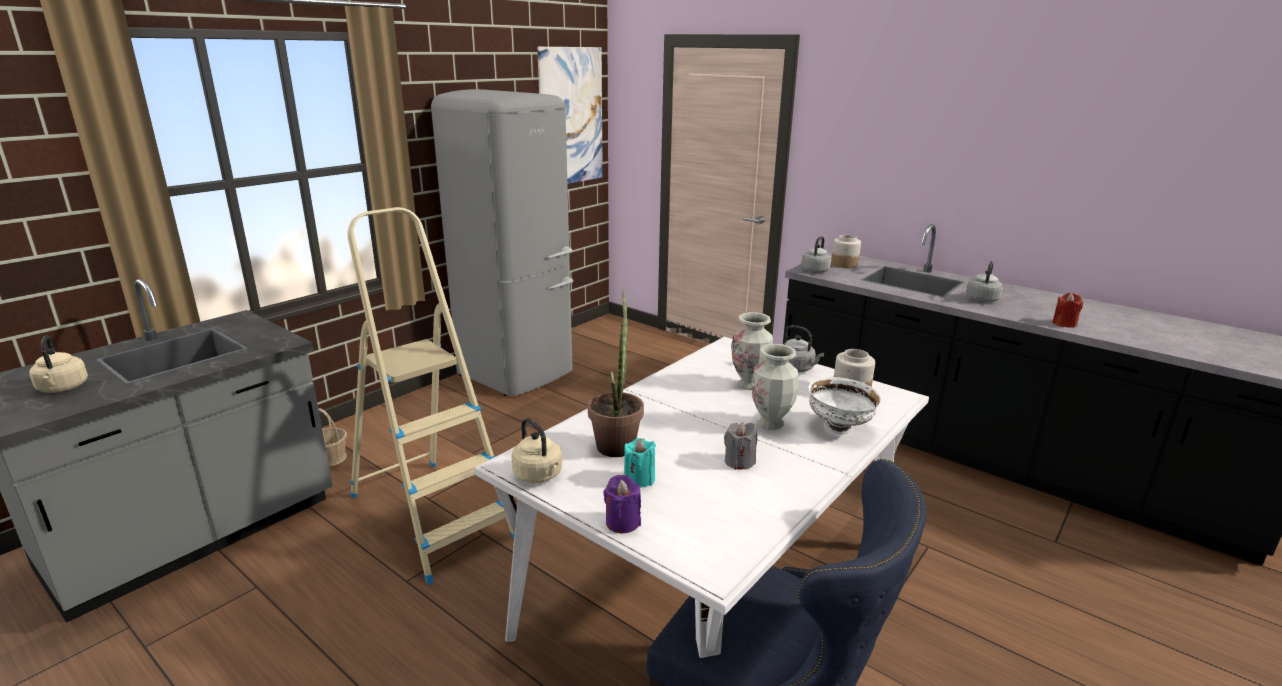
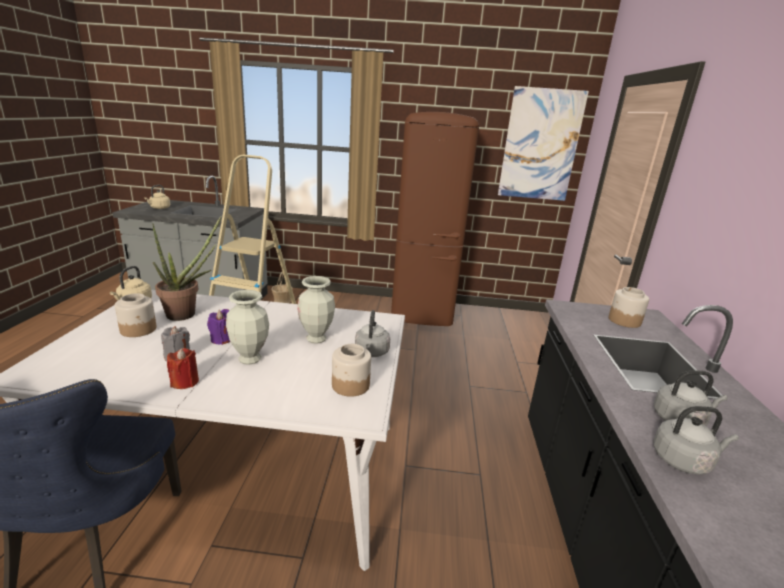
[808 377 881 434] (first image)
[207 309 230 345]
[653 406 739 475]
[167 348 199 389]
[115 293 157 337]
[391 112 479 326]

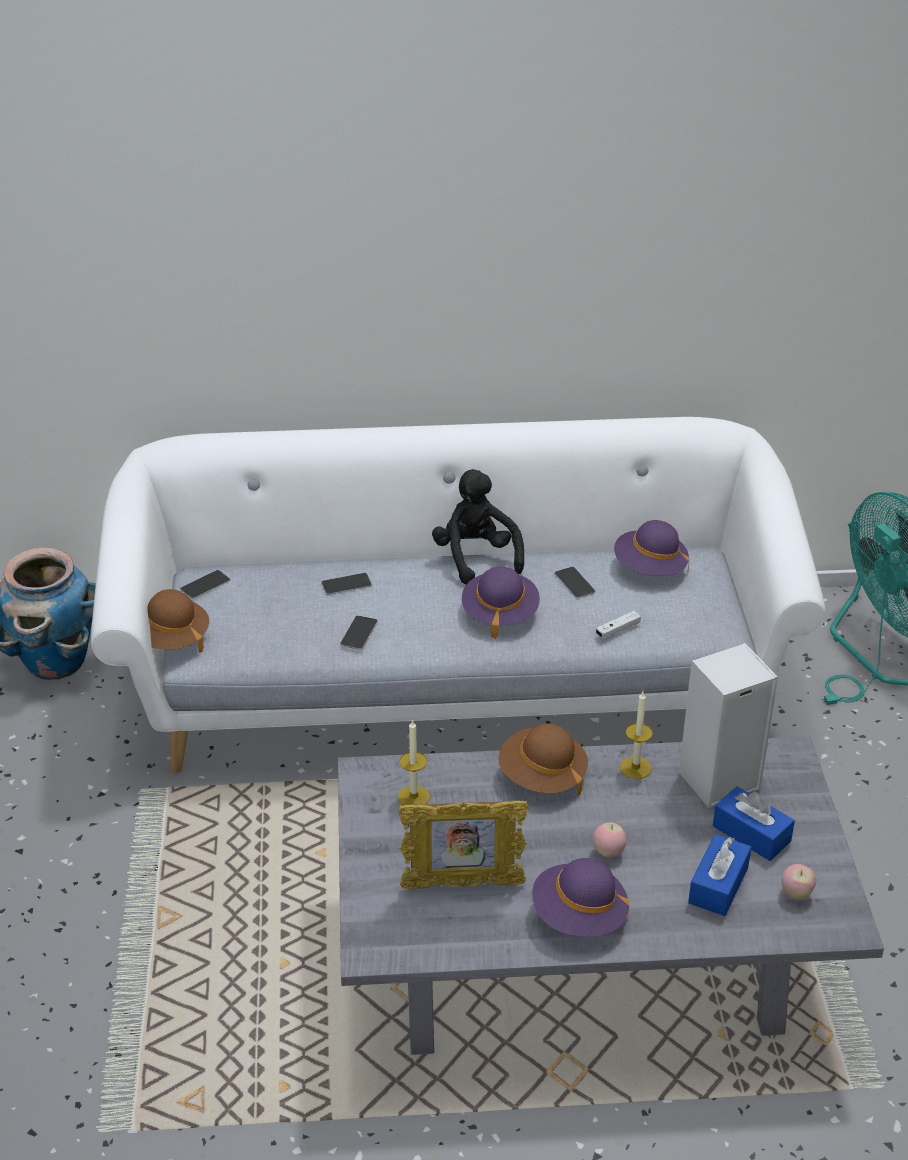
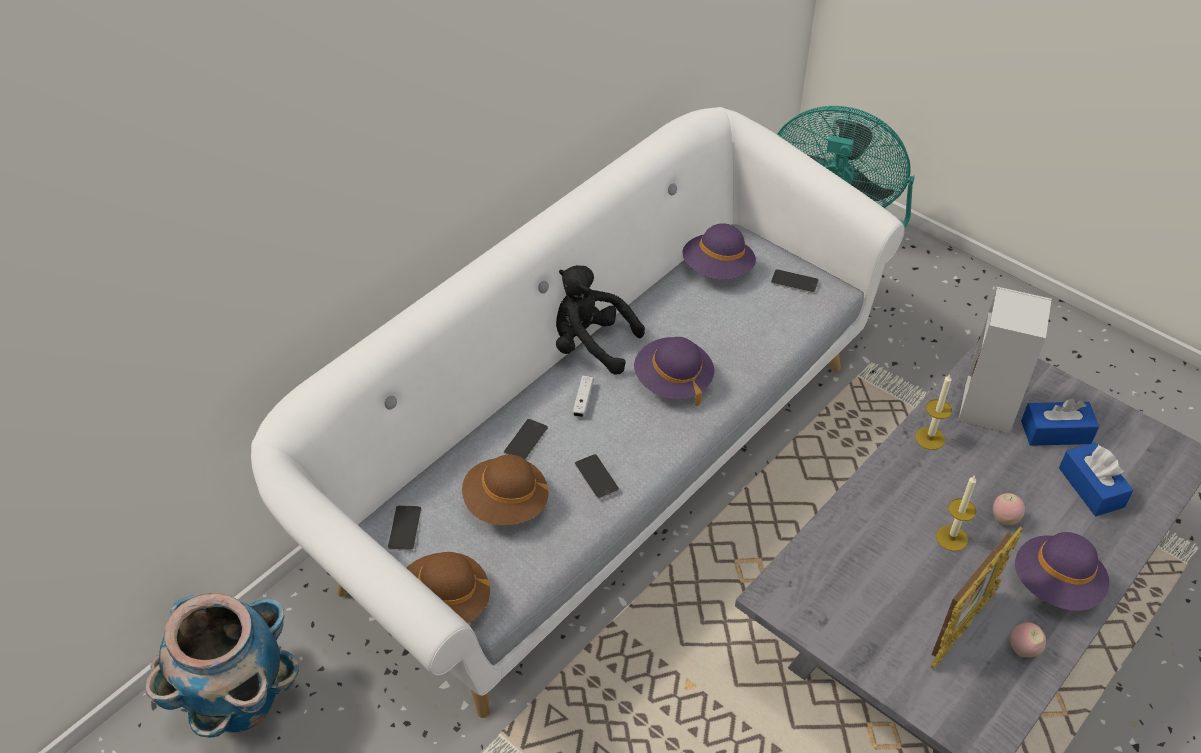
[936 475 976 551]
[462 455 549 525]
[771 269 819 293]
[573 376 593 417]
[1010 623 1046 657]

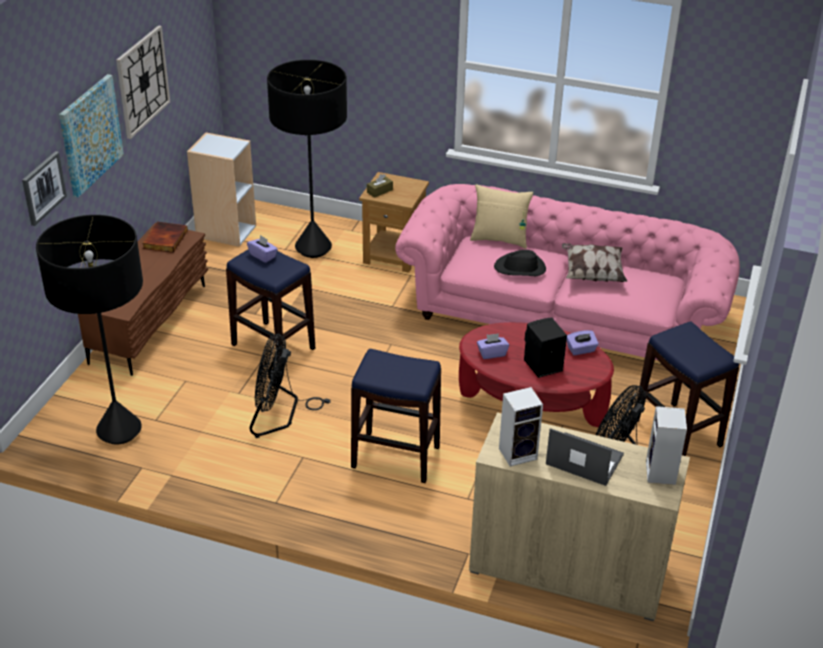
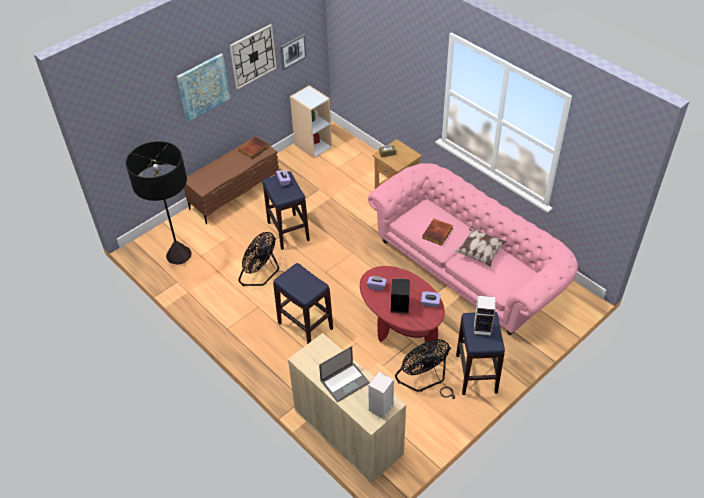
[267 60 347 258] (first image)
[470 184 533 249] (first image)
[280 34 307 70]
[474 296 495 336]
[422 219 453 246]
[319 346 370 402]

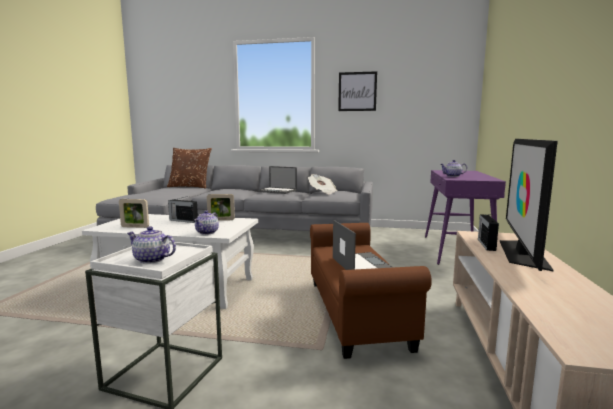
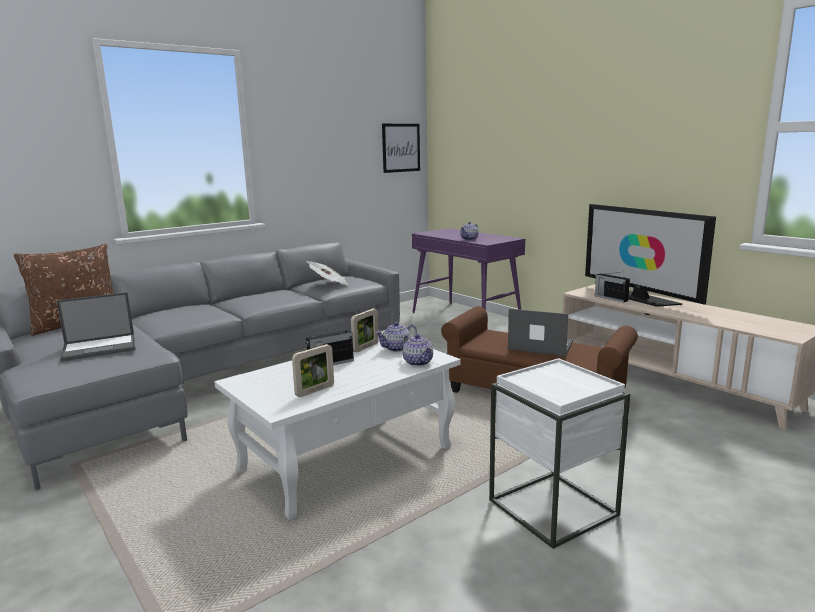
[376 322 417 352]
[56 292 136 362]
[382 124 420 173]

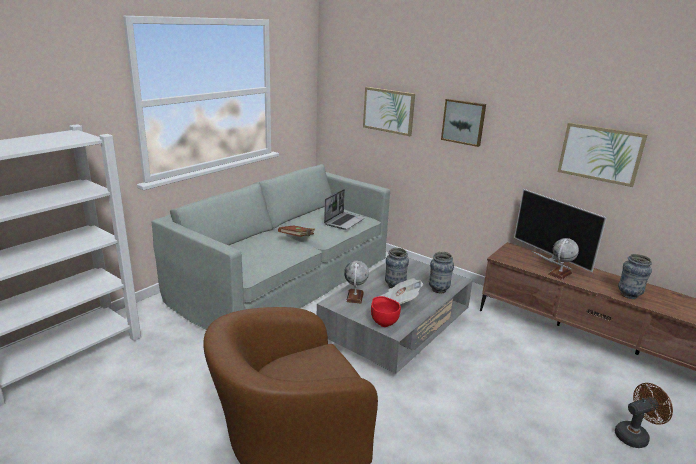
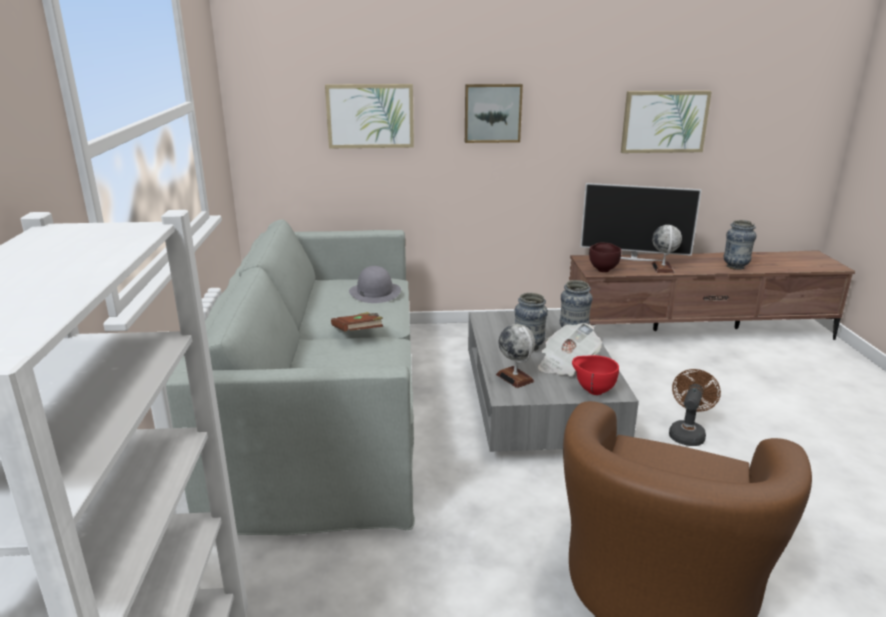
[589 243 622 272]
[669 369 721 446]
[349 266 401 303]

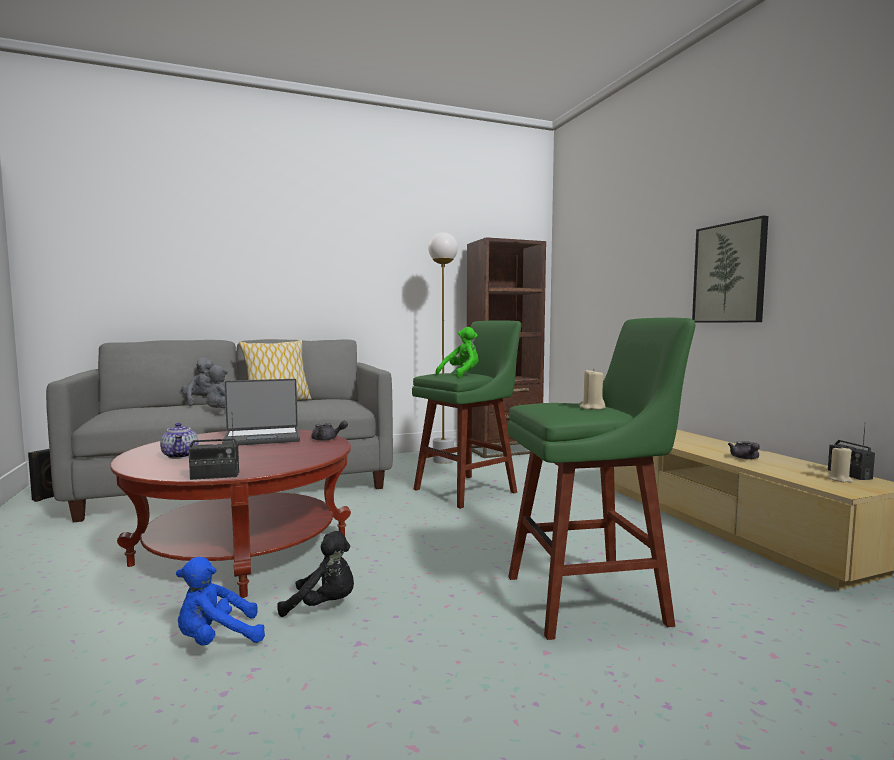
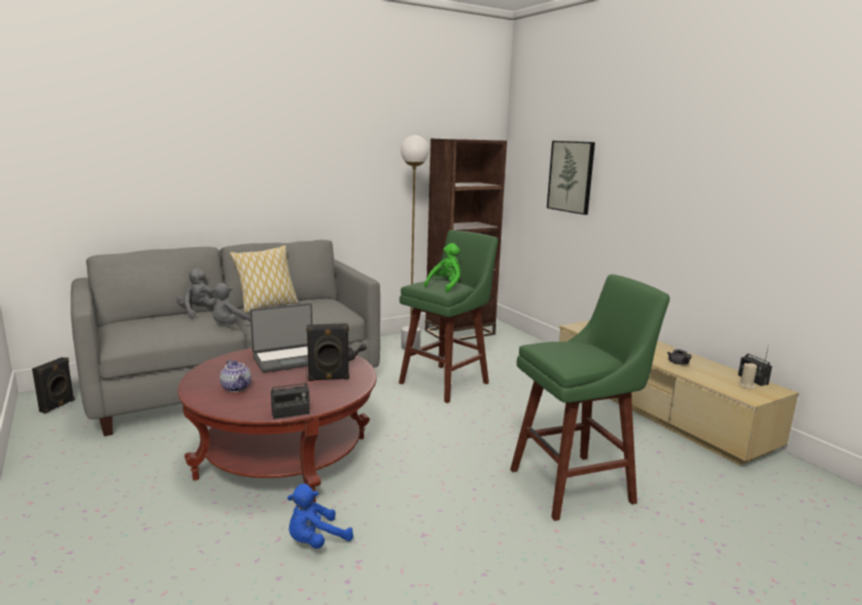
[277 531 354 617] (first image)
[580 368 606 409] (first image)
[306 323 349 381]
[547 141 595 215]

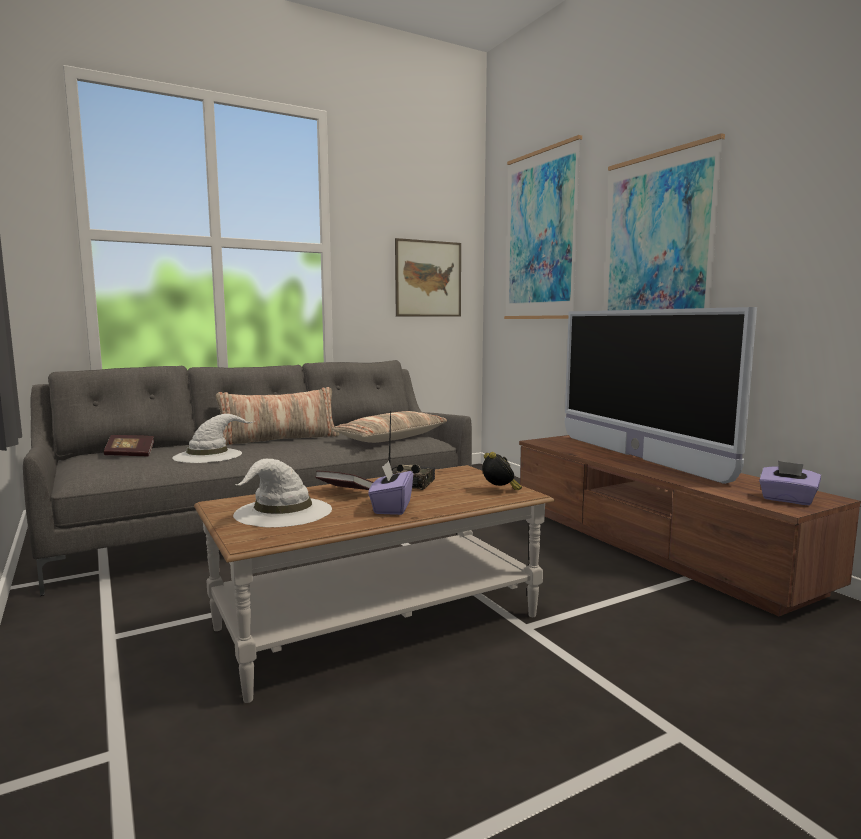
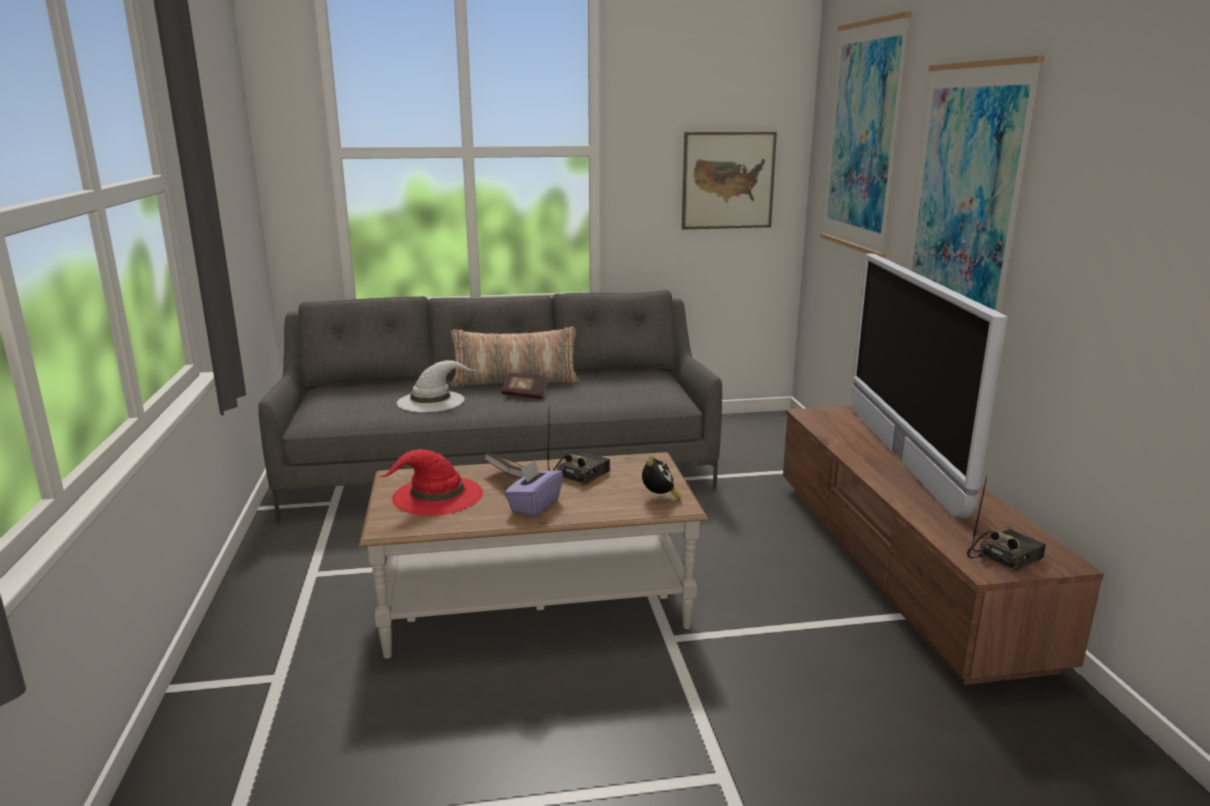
[332 411 447 443] (first image)
[502 373 548 399]
[967 476 1046 572]
[379 449 483 515]

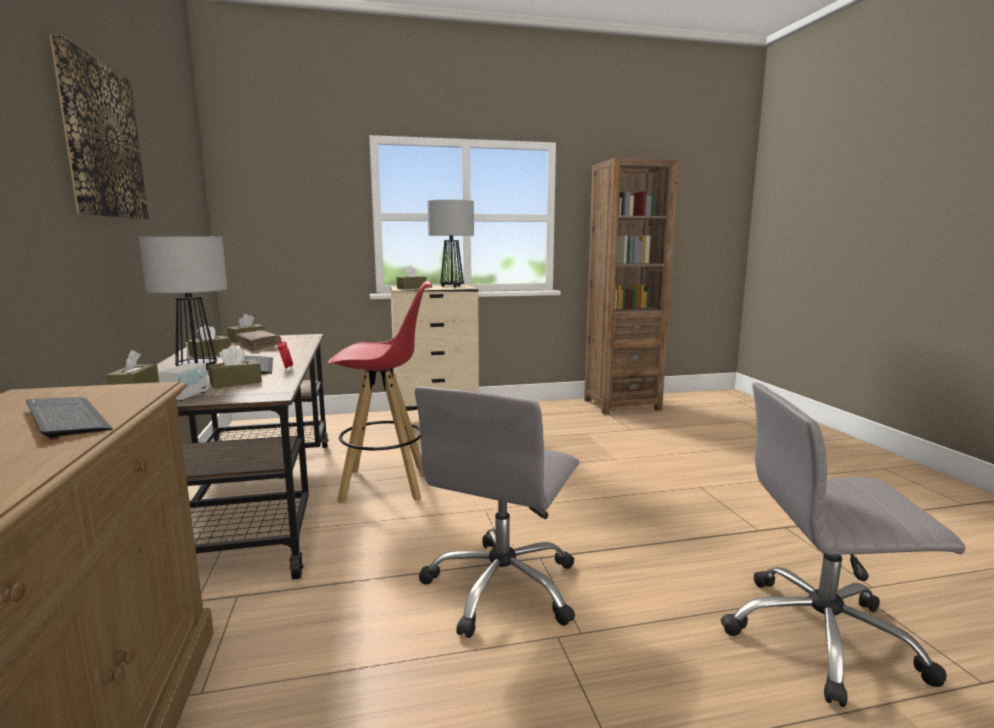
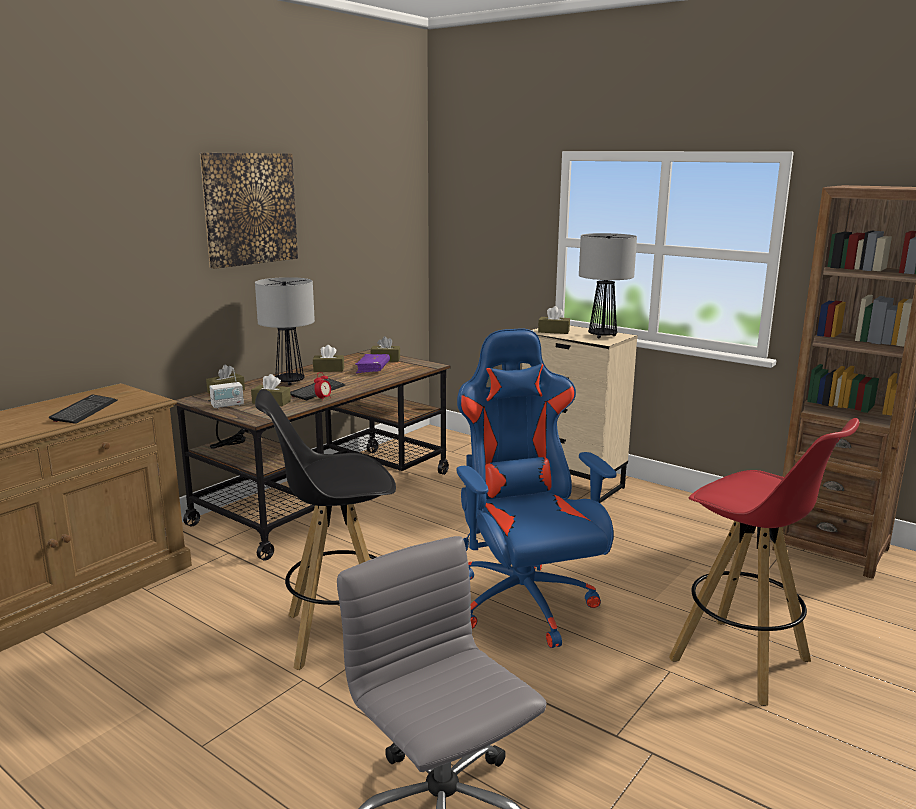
[457 328 616 648]
[669 418 859 706]
[255 389 396 670]
[355 354 390 373]

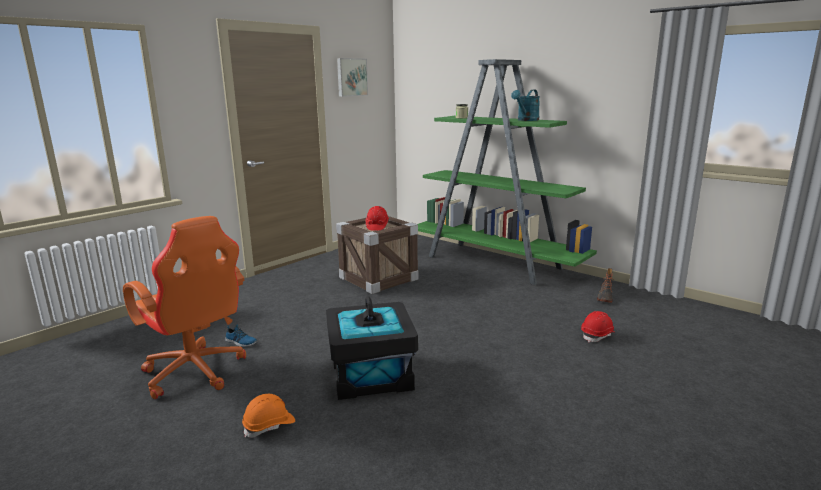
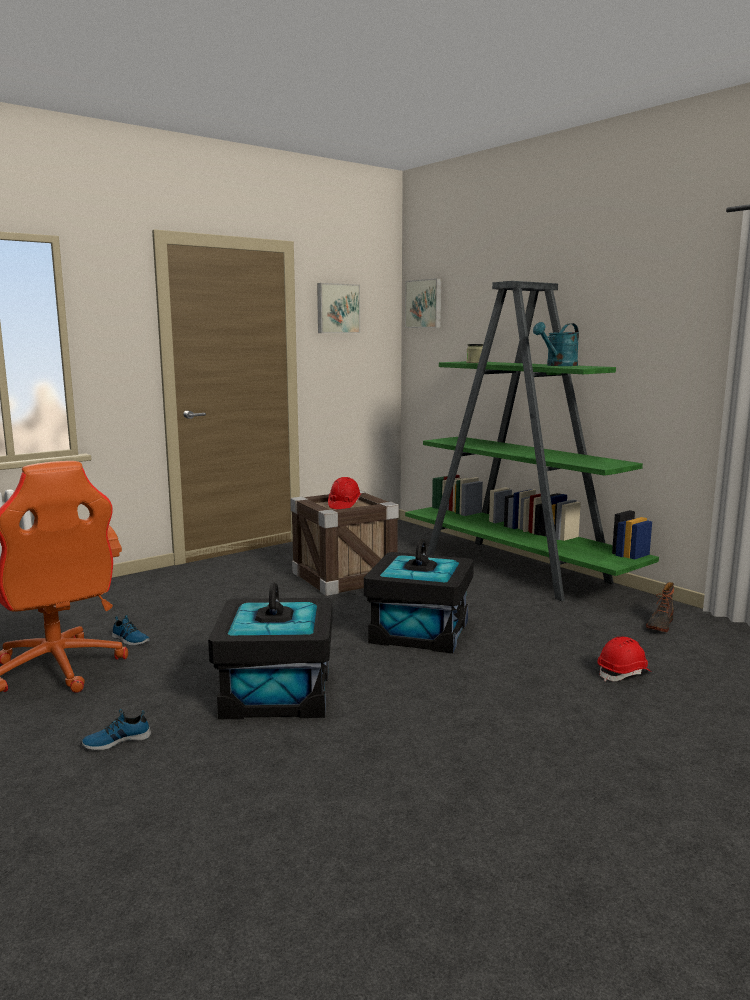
[364 539 474 653]
[405 278 441 328]
[82 709 151 750]

